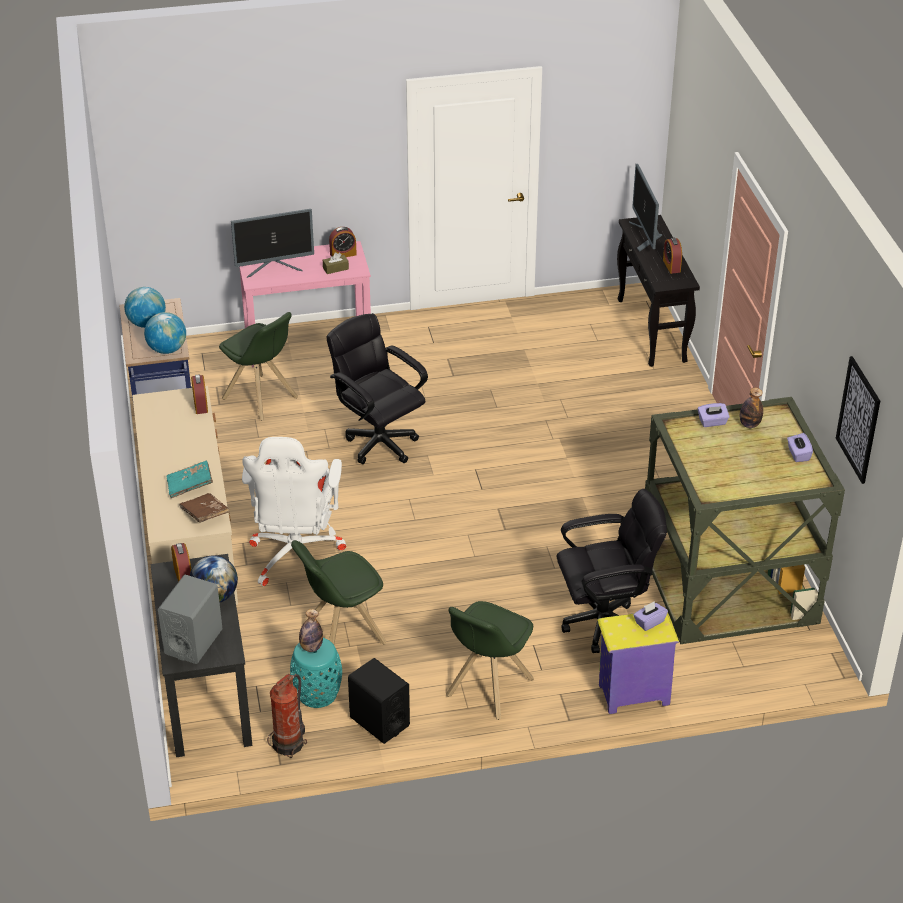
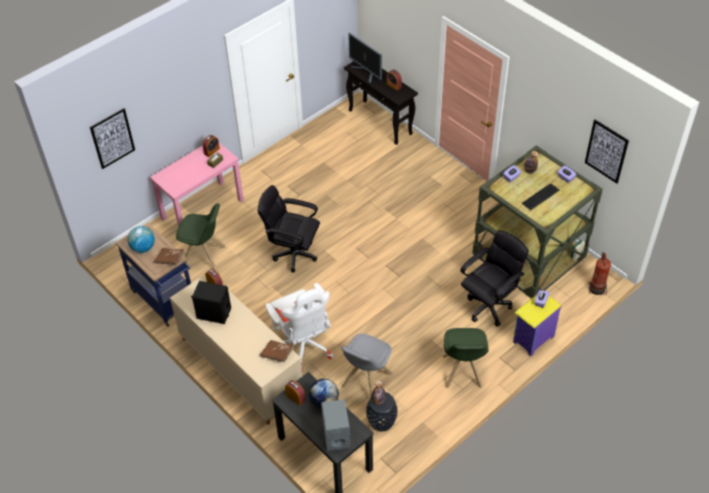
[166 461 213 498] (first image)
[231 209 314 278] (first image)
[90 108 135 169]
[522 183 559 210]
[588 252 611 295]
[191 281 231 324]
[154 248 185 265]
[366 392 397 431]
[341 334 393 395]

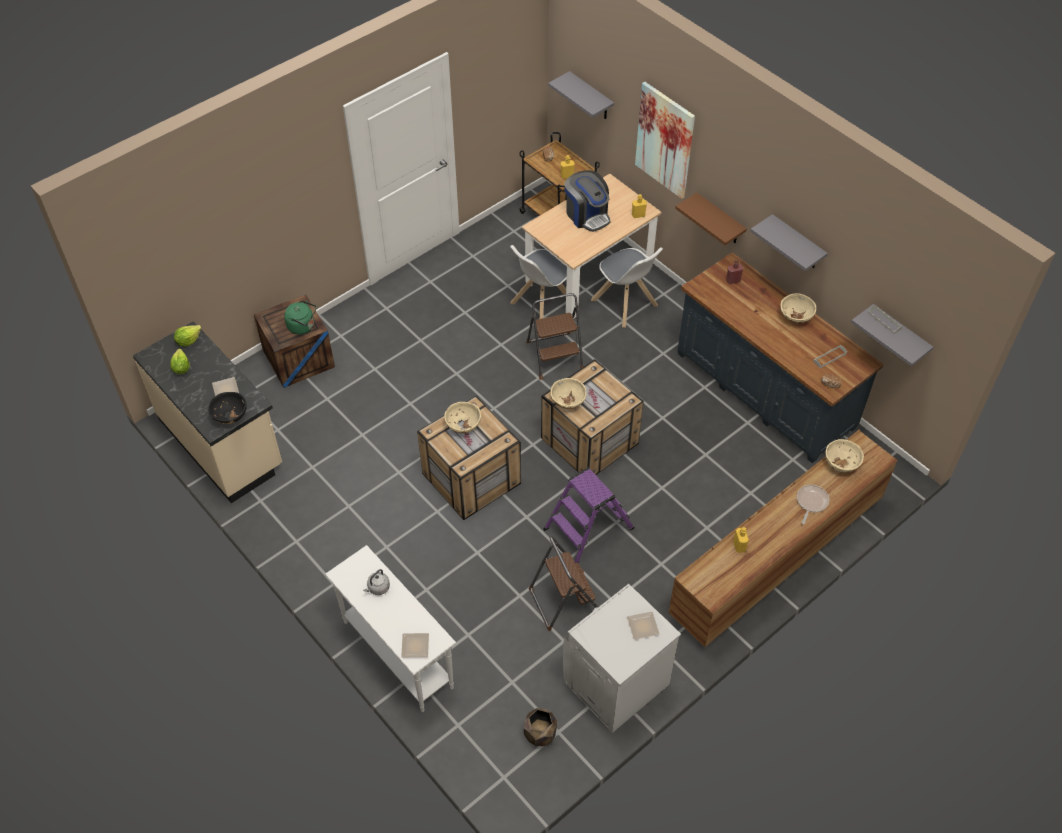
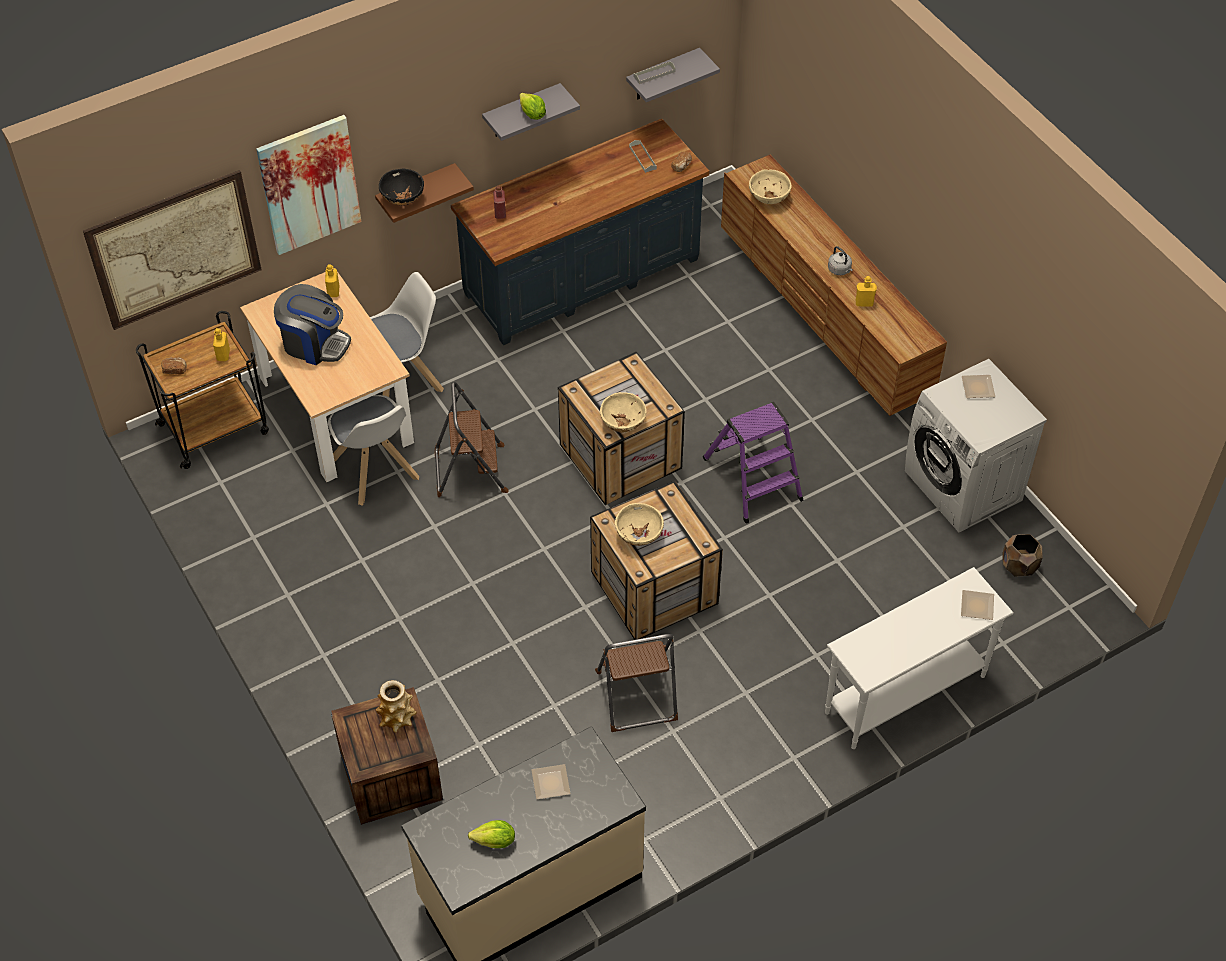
[780 293 816 323] (first image)
[797 485 829 524] (first image)
[519 93 546 120]
[379 168 424 205]
[828 246 853 275]
[595 634 678 732]
[375 680 417 733]
[83 170 262 330]
[274 284 351 365]

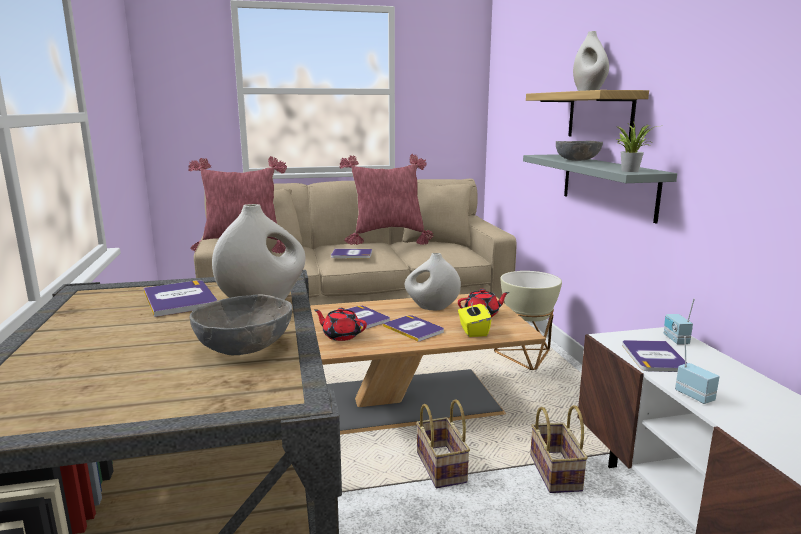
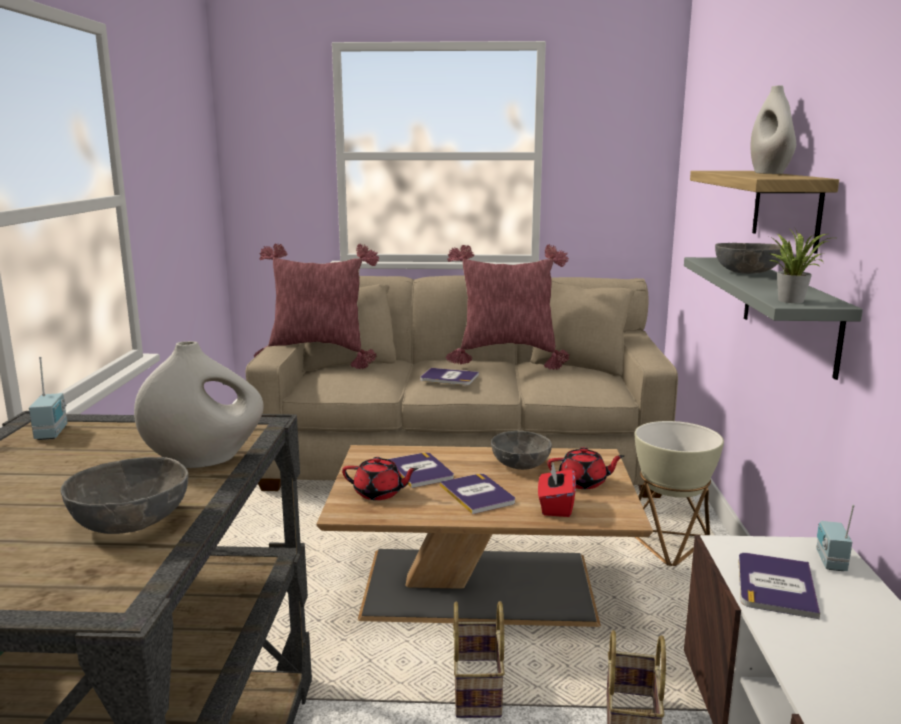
[144 280 217 317] (first image)
[29 357 67 440]
[491 431 552 470]
[538 463 576 517]
[342 457 419 500]

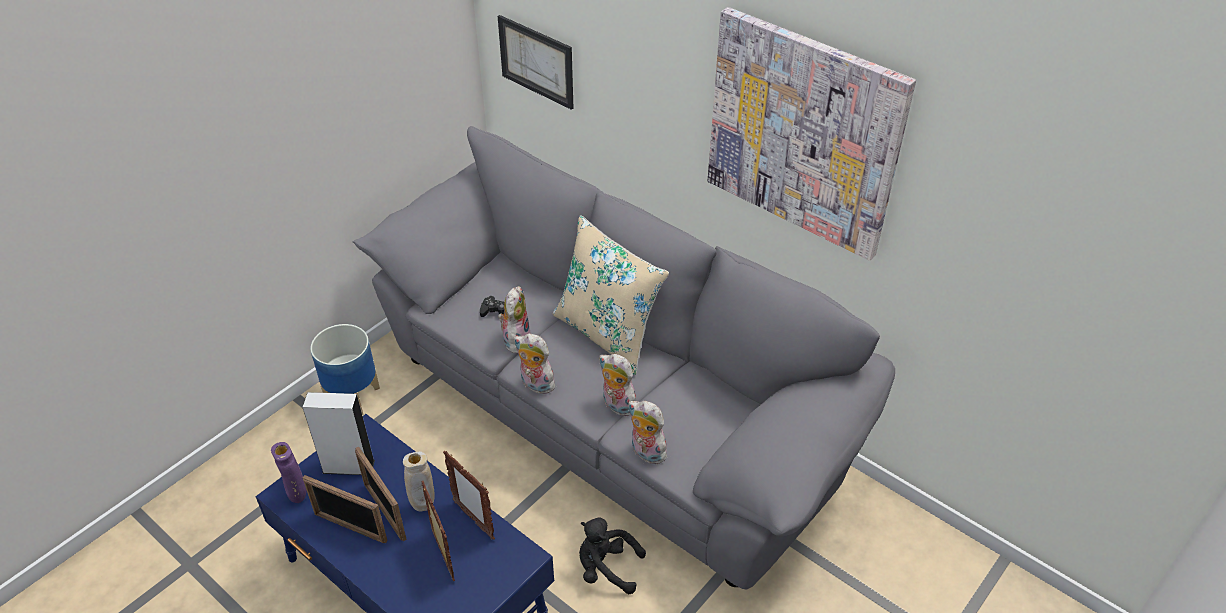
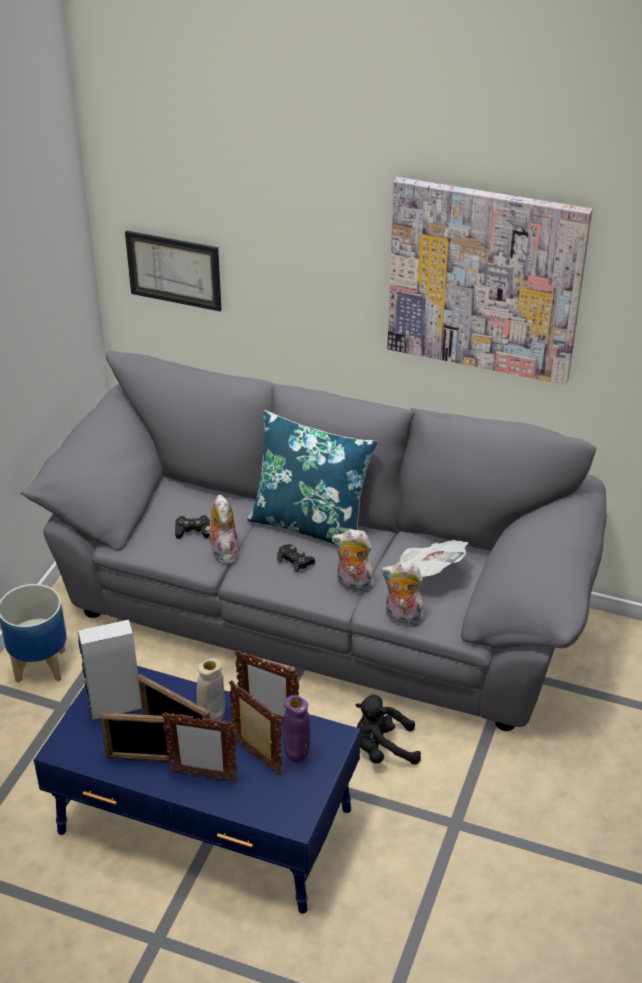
[514 333 555 394] (first image)
[161 712 238 783]
[277 544 315 573]
[399 540 468 577]
[283 695 310 763]
[247 410 378 545]

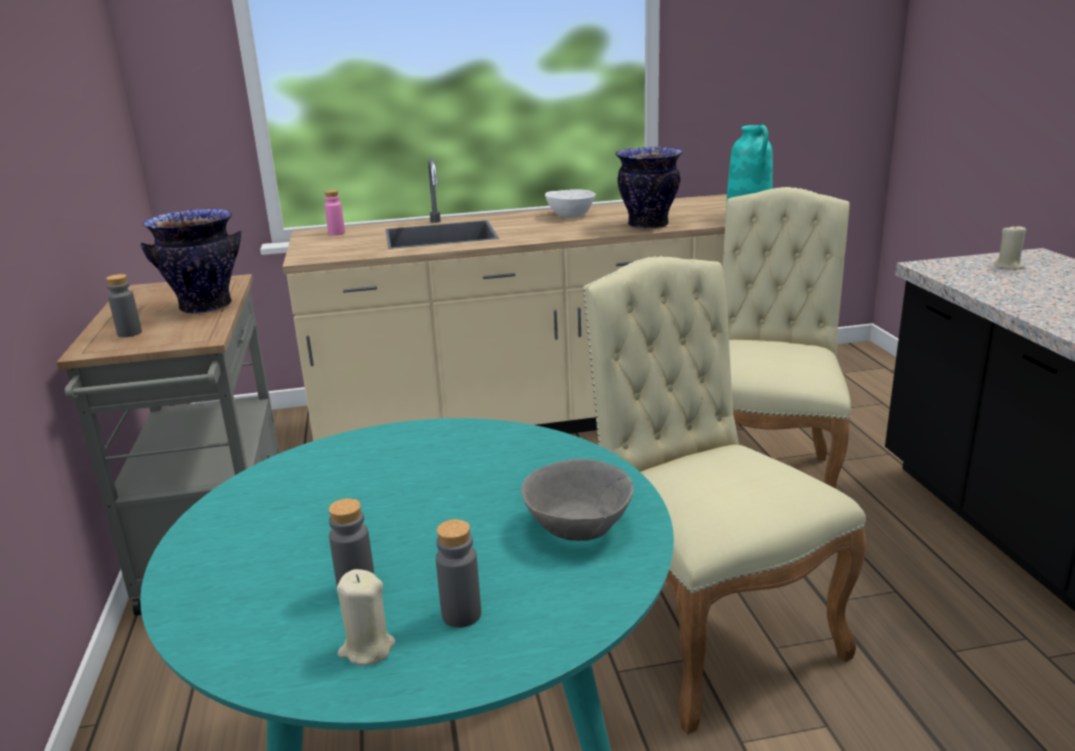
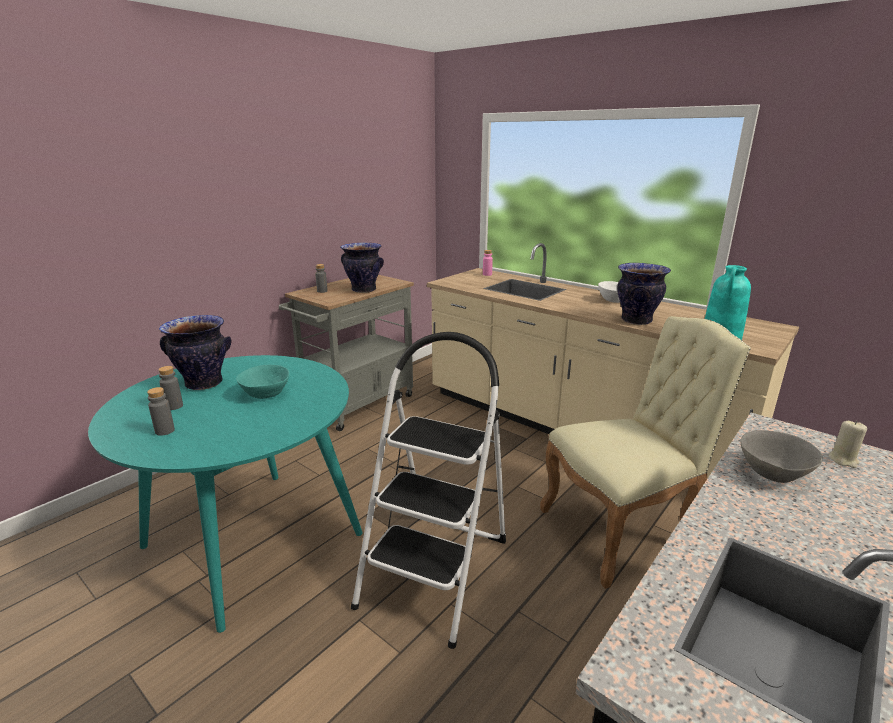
[337 569 396 665] (first image)
[159 315 231 390]
[236 365 289 399]
[740 430 822 483]
[351 332 506 649]

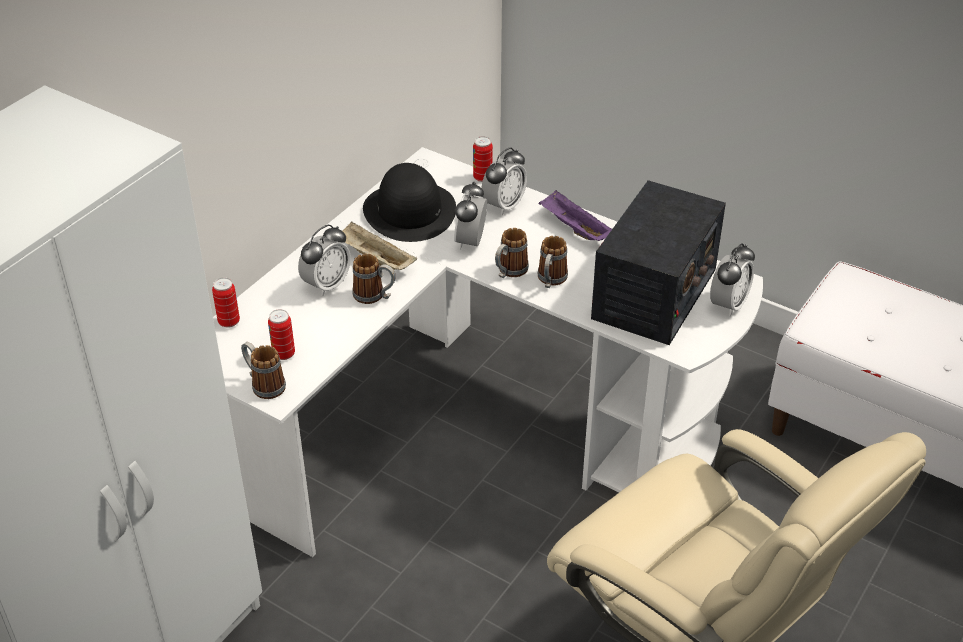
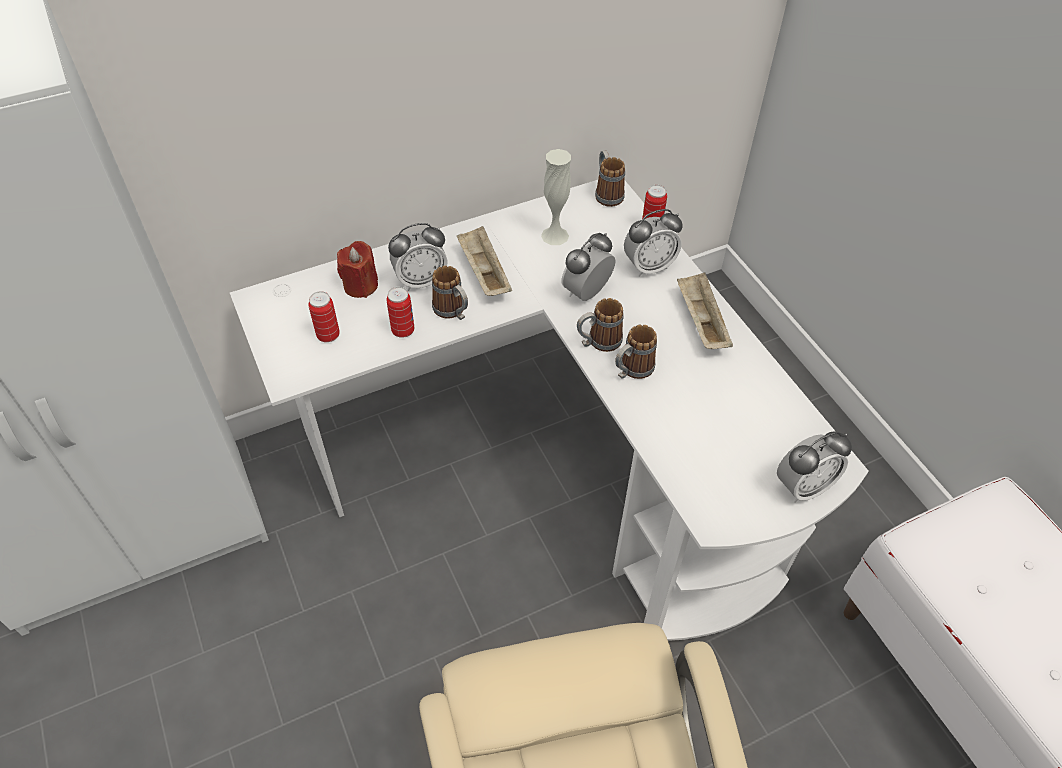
[591 180 726 345] (first image)
[337 241 378 298]
[386 287 414 338]
[595 150 625 207]
[541 149 571 245]
[677 272 733 349]

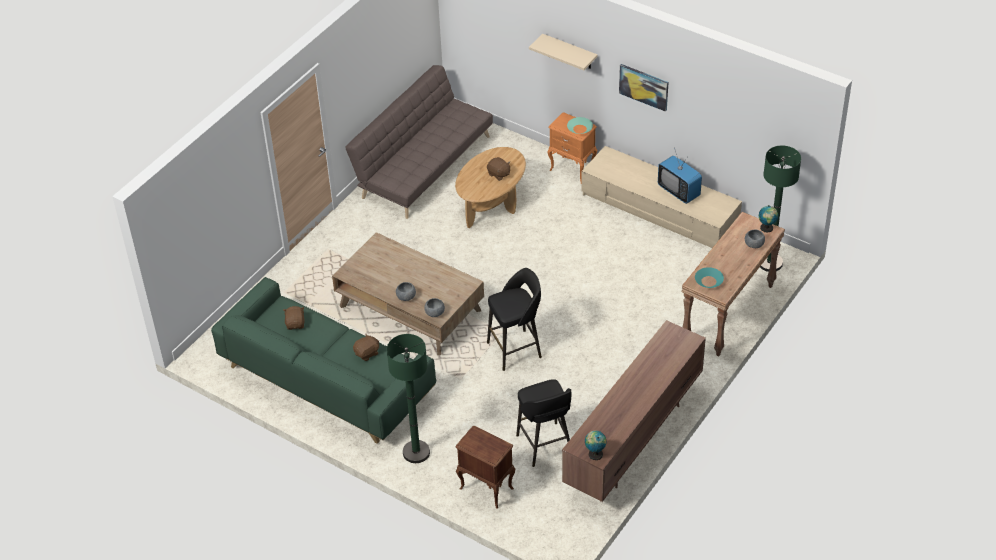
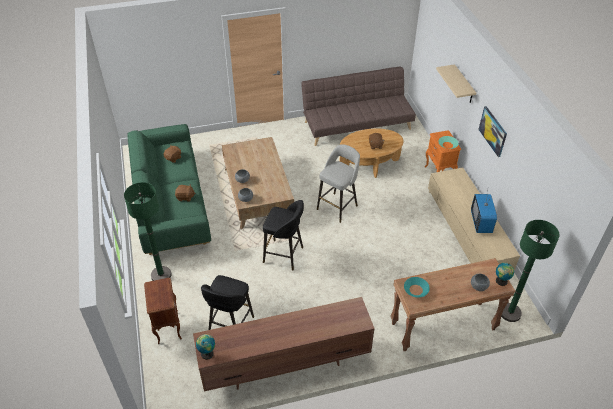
[317 144 360 223]

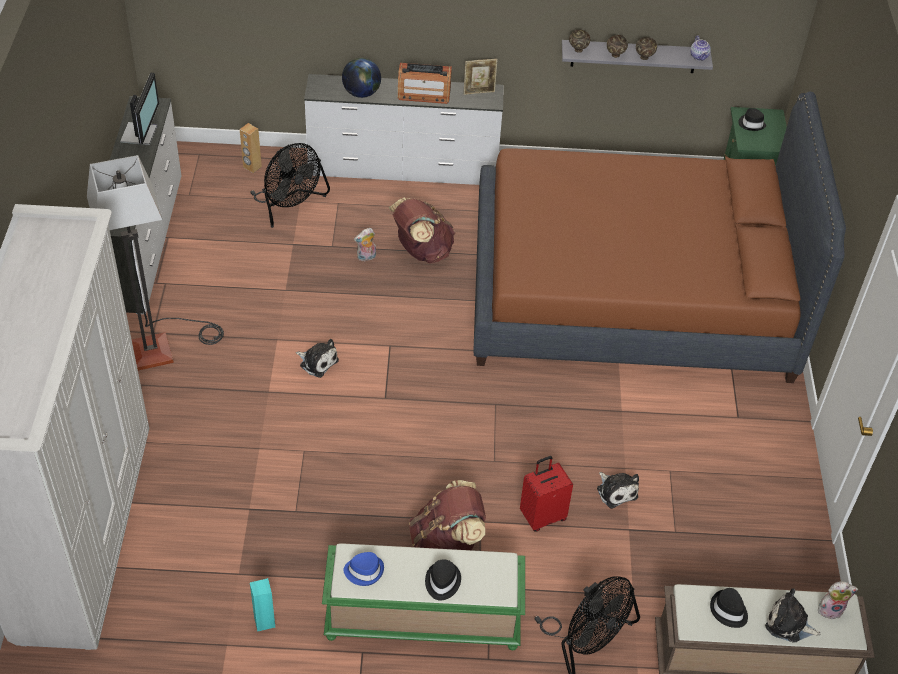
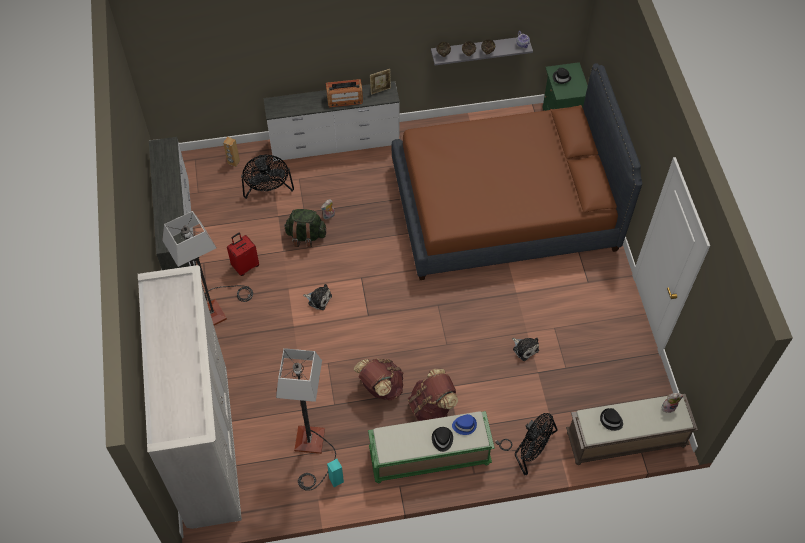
[120 72 159 145] (first image)
[342 58 381 98] (first image)
[765 588 821 643] (first image)
[276 348 336 491]
[284 209 326 248]
[452 414 477 435]
[353 358 404 400]
[227 233 259 276]
[241 155 294 199]

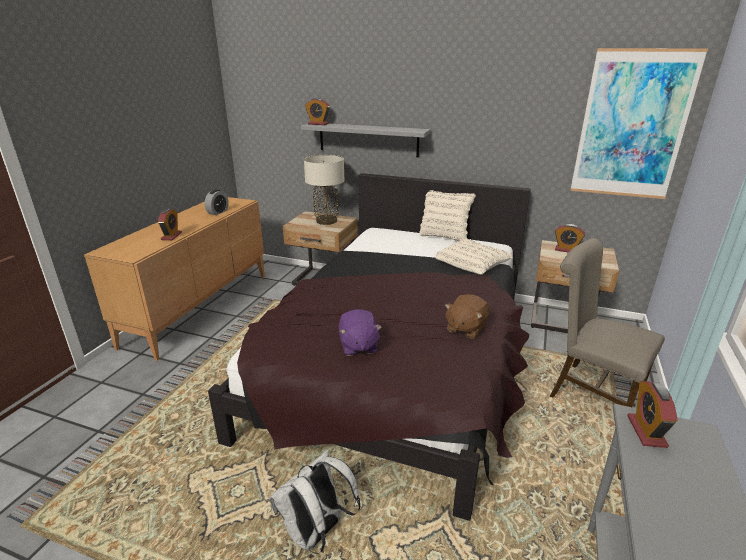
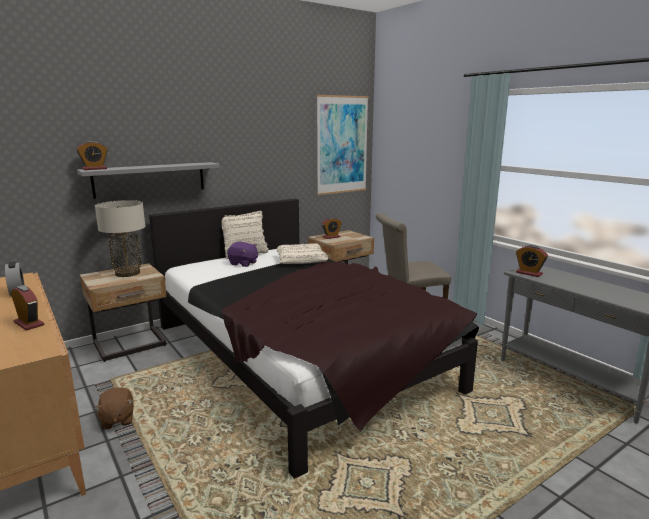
[270 450 360 554] (first image)
[227 242 258 267]
[94 387 133 430]

